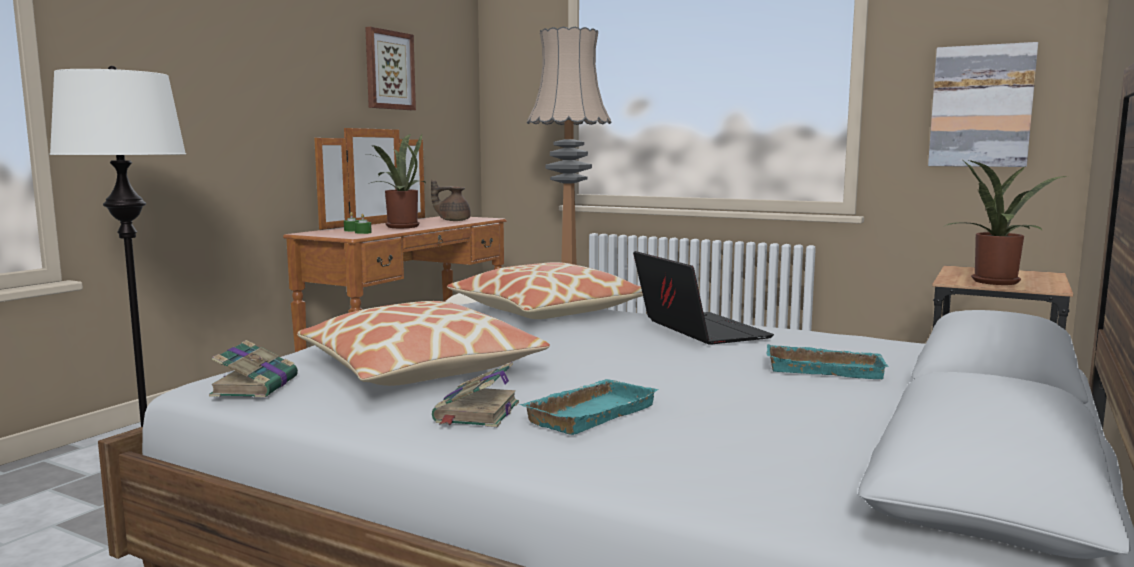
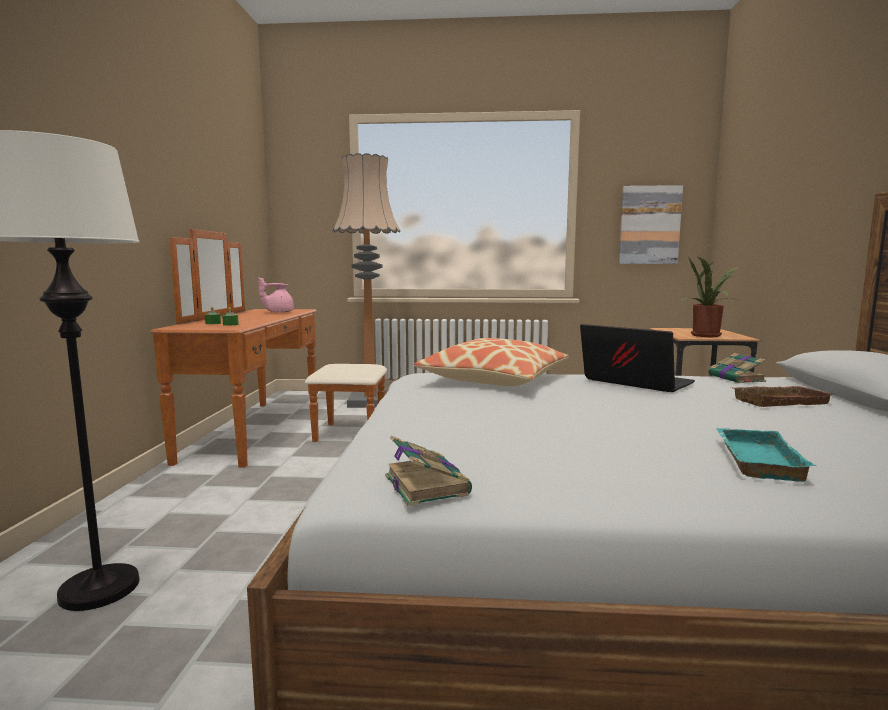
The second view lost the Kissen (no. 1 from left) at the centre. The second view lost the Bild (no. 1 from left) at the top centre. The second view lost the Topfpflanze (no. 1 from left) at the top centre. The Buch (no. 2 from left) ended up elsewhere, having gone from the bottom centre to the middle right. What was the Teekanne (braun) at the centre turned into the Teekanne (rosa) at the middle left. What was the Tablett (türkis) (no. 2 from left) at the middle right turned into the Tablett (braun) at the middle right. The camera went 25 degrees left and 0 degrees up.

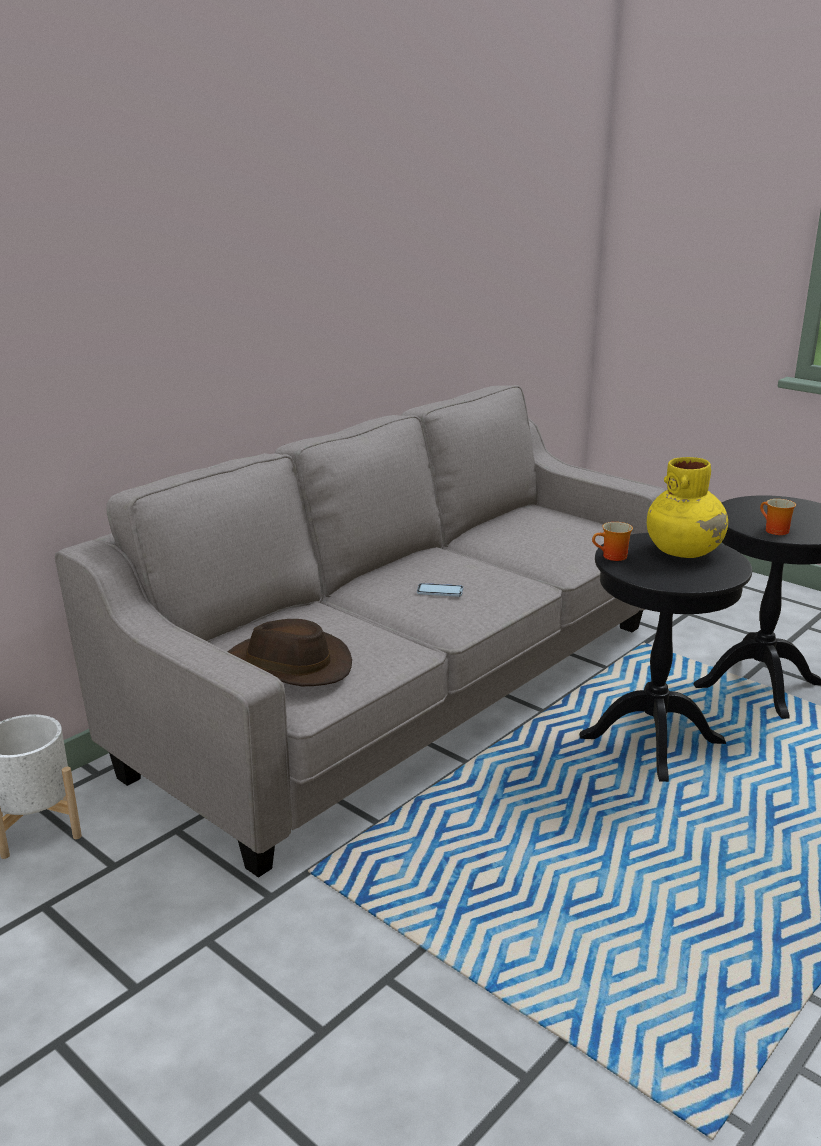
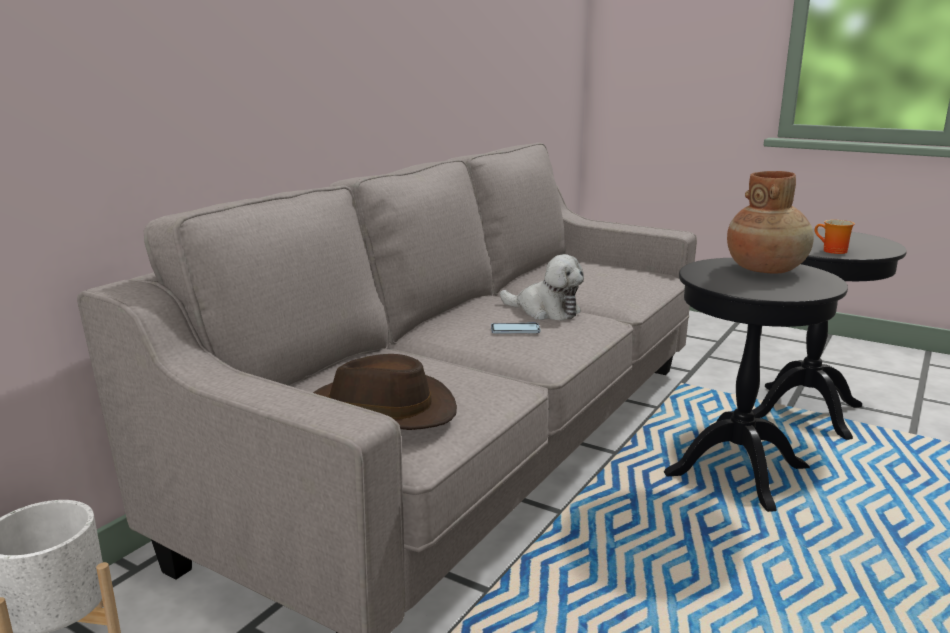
The second view lost the Henkelbecher (no. 1 from left) at the middle right. The second view gained the Plüschtier at the centre. What was the Vase (gelb) at the middle right turned into the Vase (braun) at the middle right. The camera went 10 degrees left and 5 degrees down.

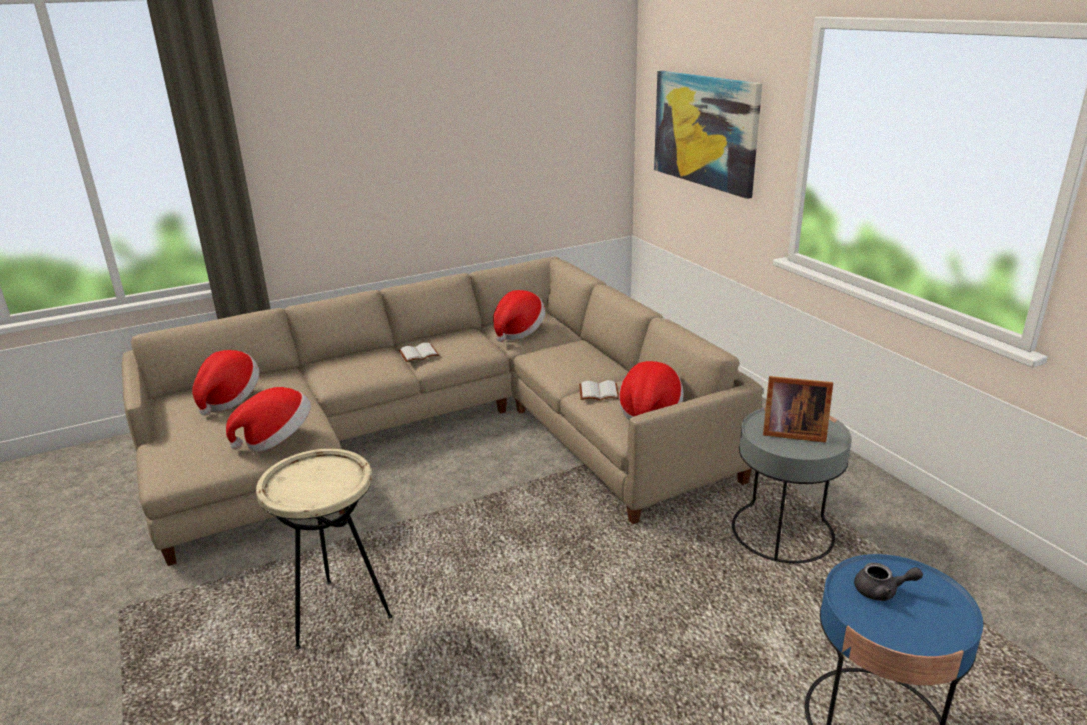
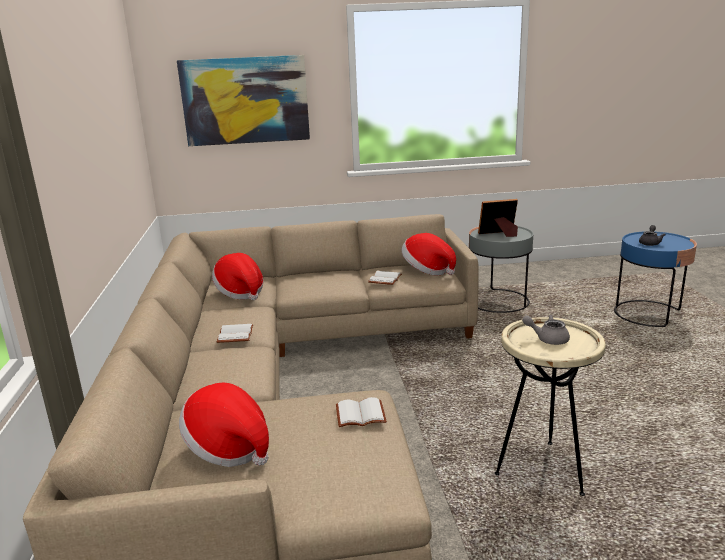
The second view gained the Teekanne (grau) (no. 1 from left) at the middle right. Where the Hut (no. 2 from left) stood at the middle left, the Buch (weiß) (no. 2 from left) came to stand at the bottom centre. The Bilderrahmen at the middle right ended up facing another way, 135 degrees counterclockwise from before. The camera went 70 degrees left and 5 degrees down.

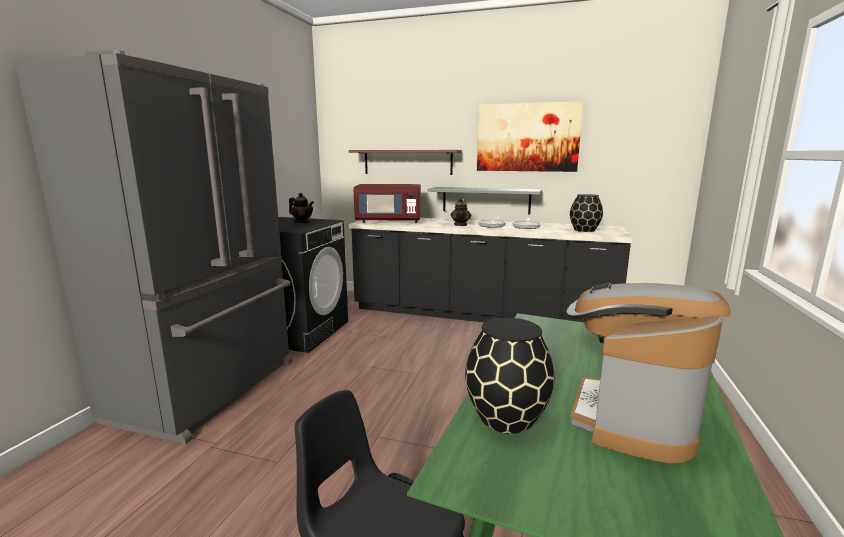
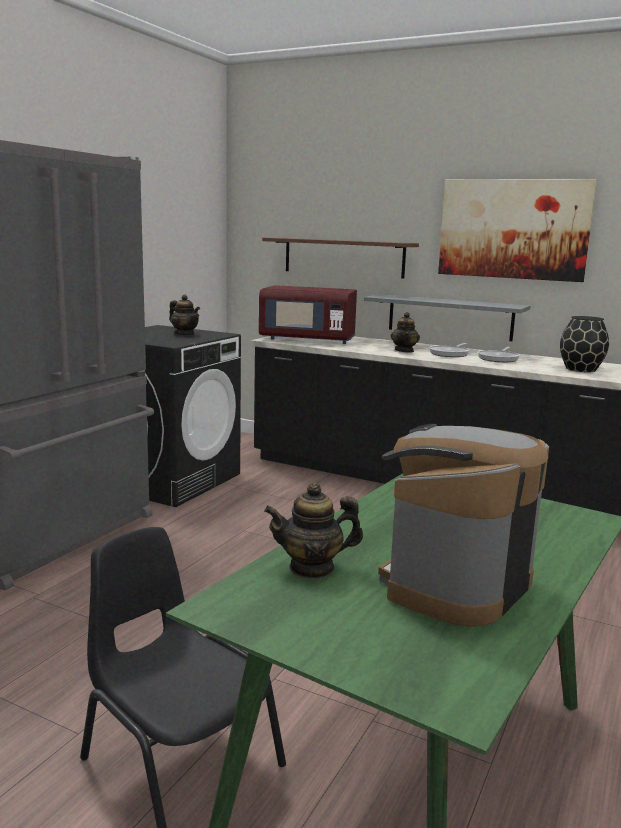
Where the Vase (schwarz) (no. 1 from left) stood at the bottom centre, the Teekanne (no. 2 from left) came to stand at the centre. The camera went 10 degrees right and 0 degrees up.

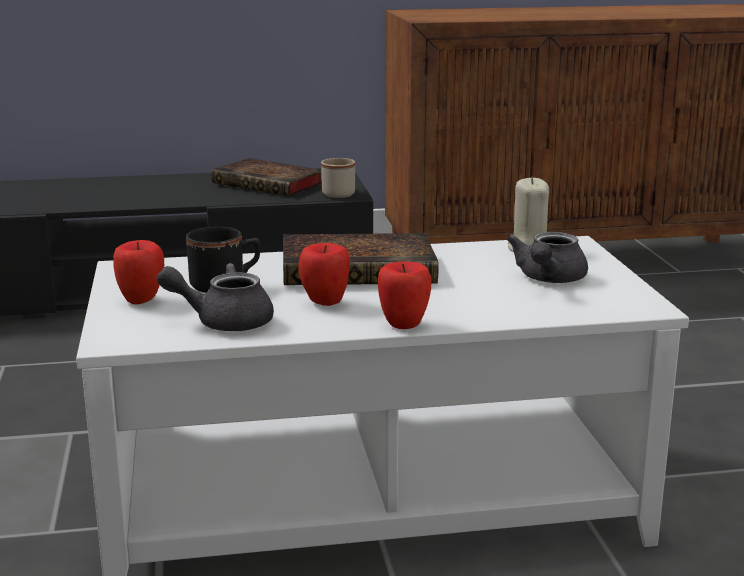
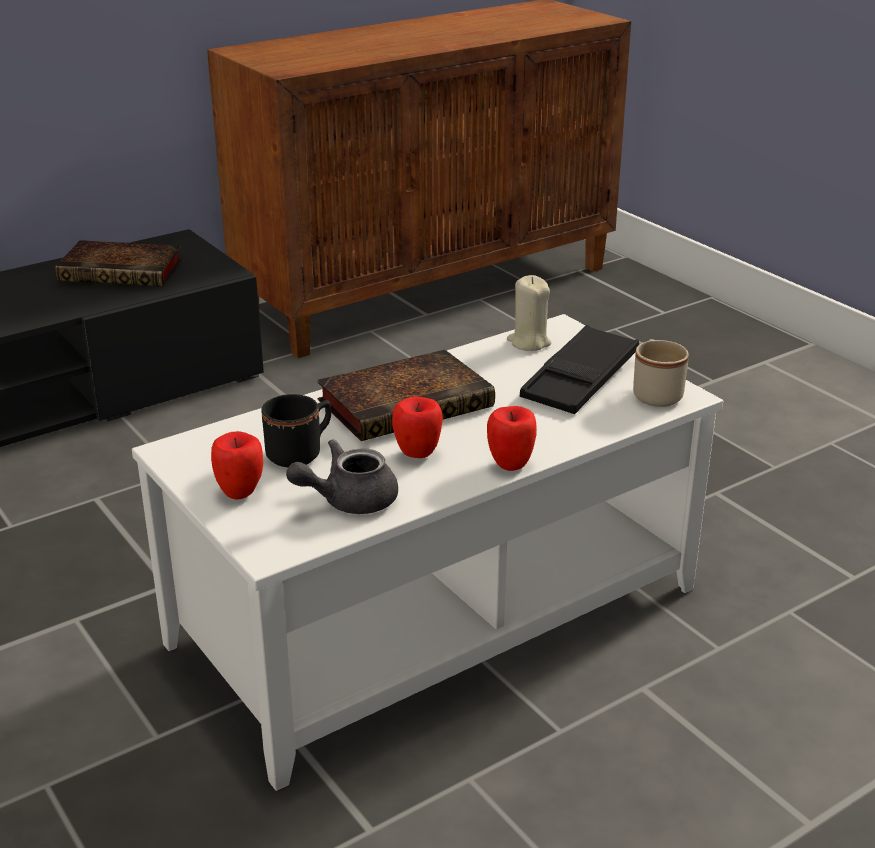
The Henkelbecher (beige) ended up elsewhere, having gone from the top centre to the middle right. Where the Teekanne (grau) (no. 2 from left) stood at the middle right, the Tablett (schwarz) came to stand at the centre. The camera went 25 degrees left and 10 degrees up.

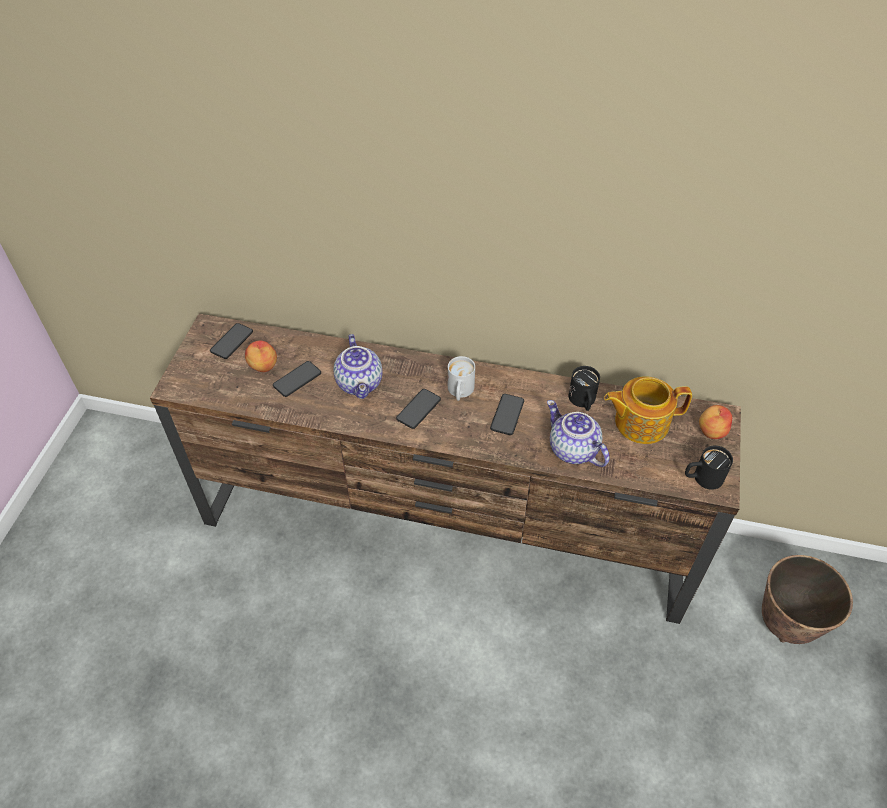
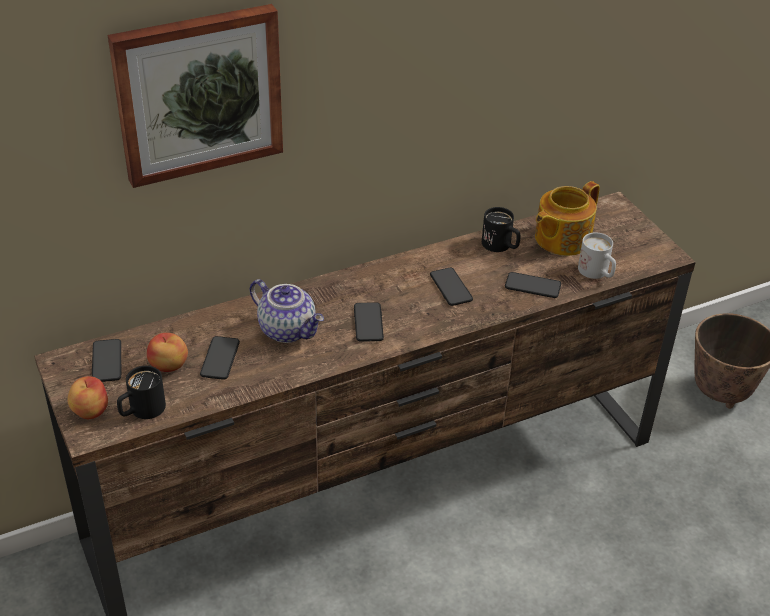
The second view gained the Bild at the top left. The Henkelbecher (weiß) ended up elsewhere, having gone from the centre to the middle right. The Henkelbecher (schwarz) (no. 2 from left in the first image) ended up elsewhere, having gone from the middle right to the middle left. The Apfel (no. 2 from left in the first image) ended up elsewhere, having gone from the middle right to the middle left. Where the Teekanne (no. 2 from left) stood at the centre, the Handy (no. 5 from left) came to stand at the middle right. The camera went 40 degrees left and 10 degrees down.

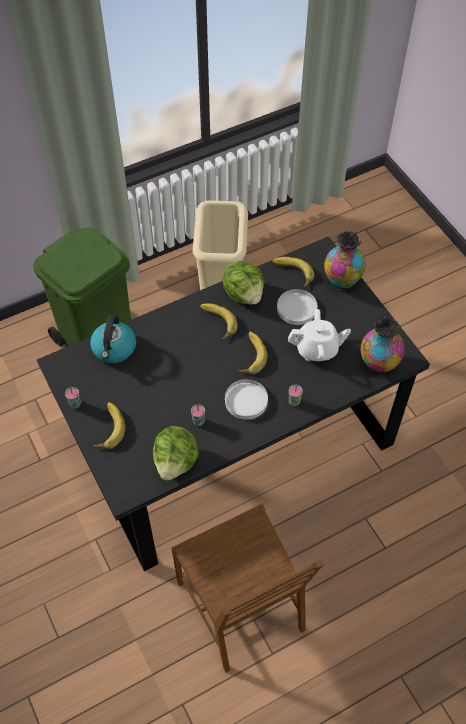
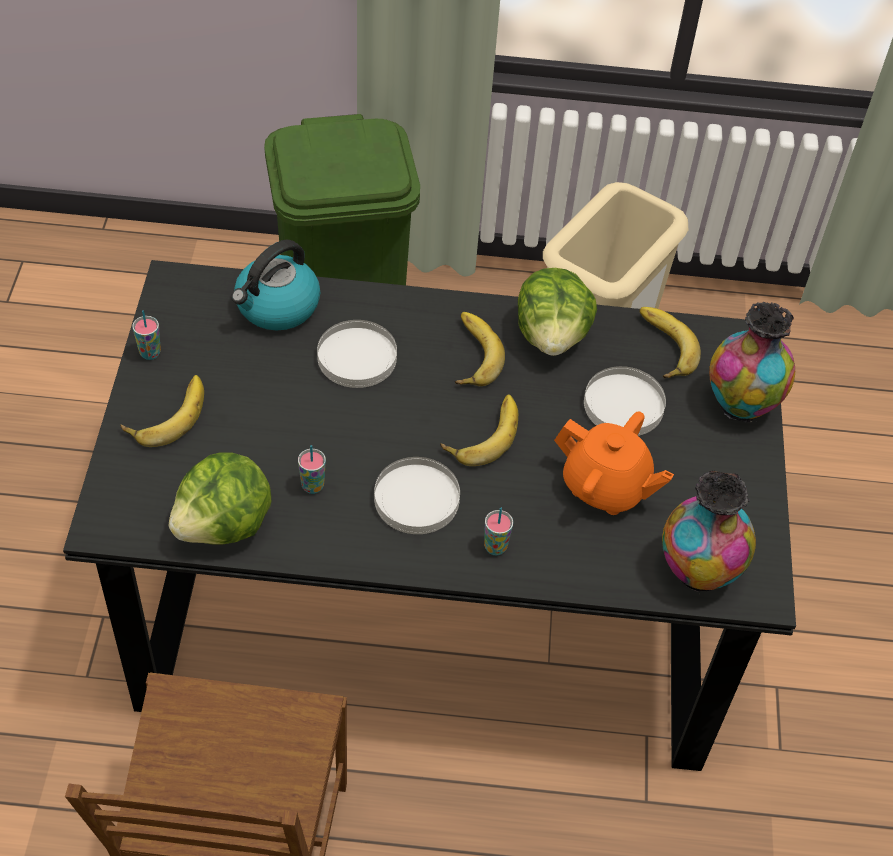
The second view gained the Teller (weiß) (no. 1 from left) at the centre. What was the Teekanne (weiß) at the middle right turned into the Teekanne (orange) at the middle right. The camera went 30 degrees right and 5 degrees down.

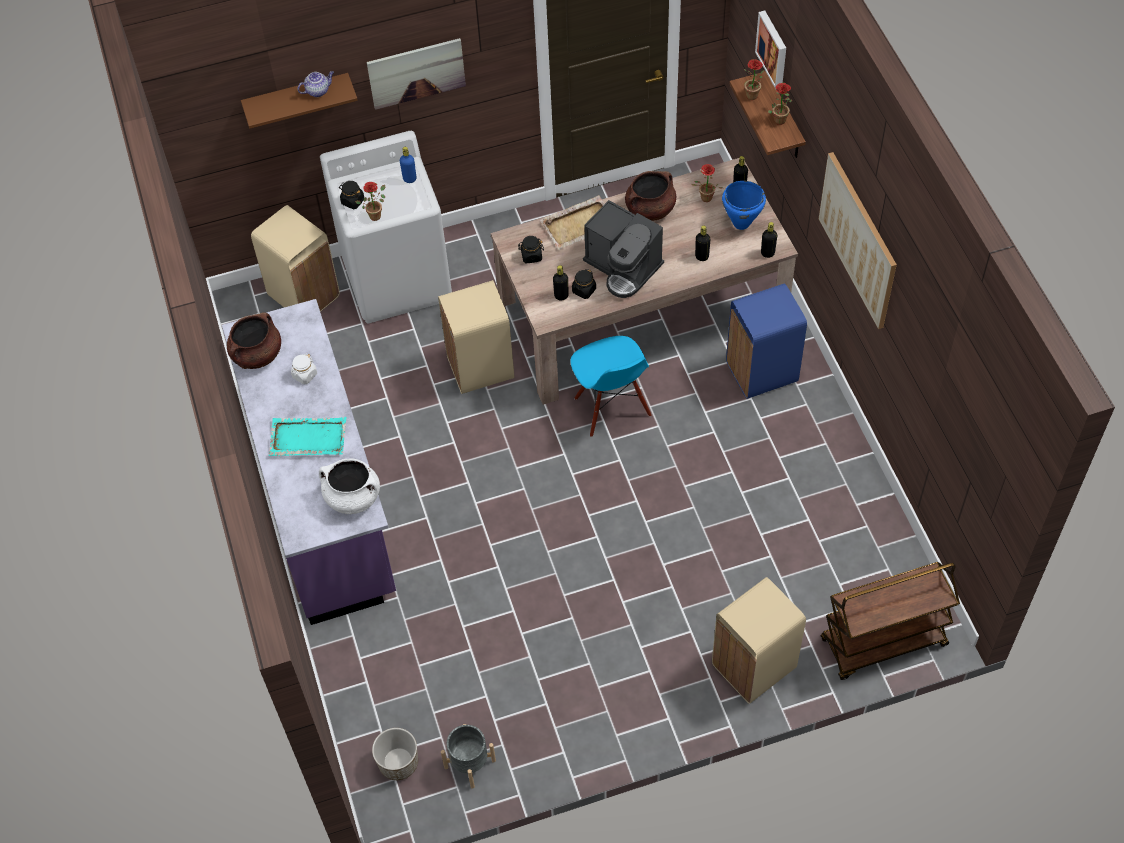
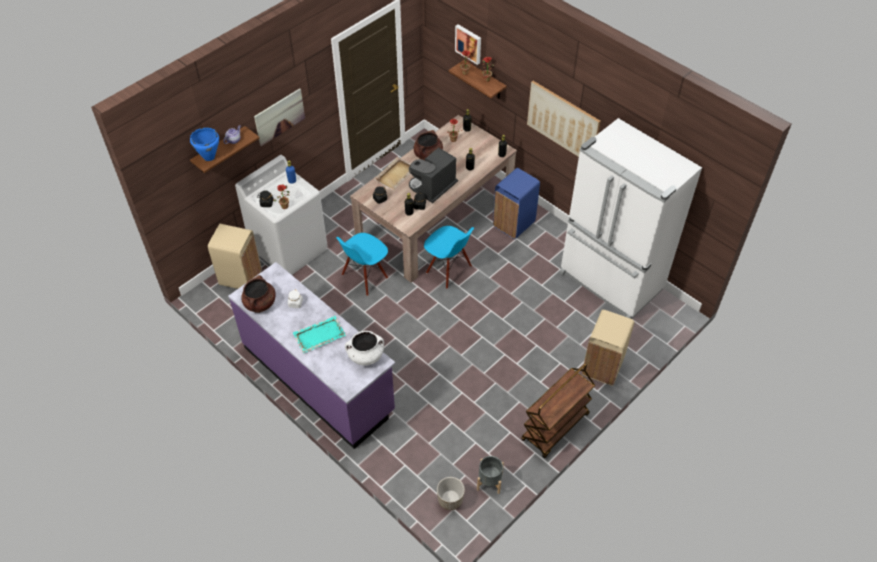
The second view gained the Kühlschrank (weiß) at the middle right. The Kochtopf (blau) ended up elsewhere, having gone from the top centre to the top left. The Rollwagen (braun) ended up elsewhere, having gone from the bottom right to the bottom centre. Where the Mülleimer (beige) (no. 2 from left) stood at the centre, the Stuhl (blau) (no. 1 from left) came to stand at the centre. The Kaffeemaschine at the top centre ended up facing another way, 120 degrees clockwise from before. The camera went 30 degrees left and 5 degrees down.

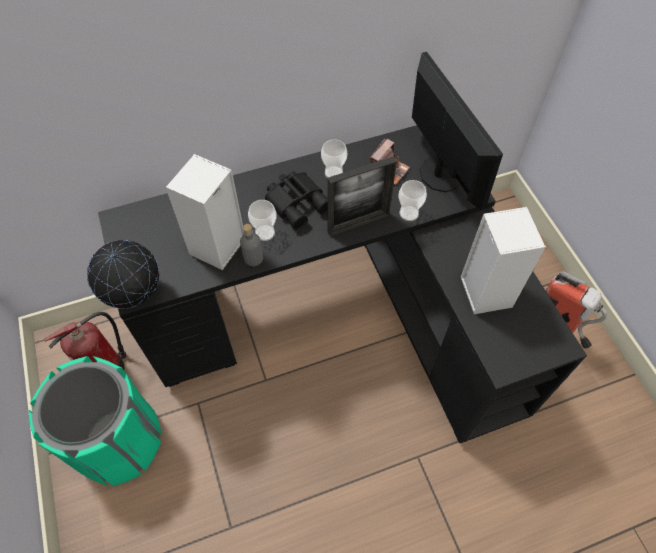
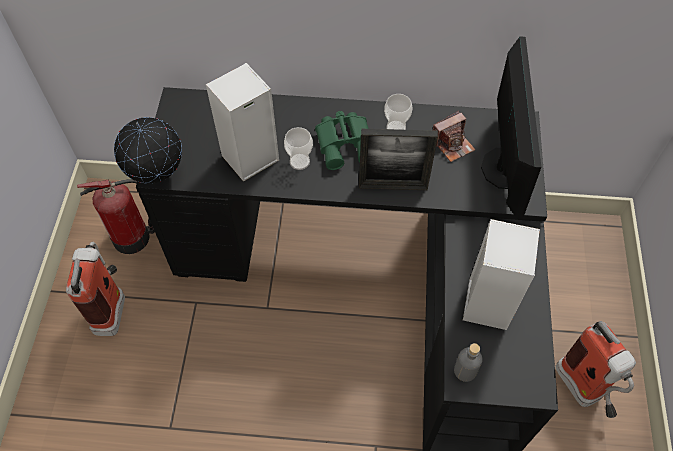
The second view lost the Tasse (no. 3 from left) at the centre. The Flasche (grau) ended up elsewhere, having gone from the centre to the bottom right. Where the Mülleimer (grün) stood at the bottom left, the Feuerlöscher (no. 1 from left) came to stand at the middle left. What was the Fernglas (schwarz) at the centre turned into the Fernglas (grün) at the top centre. The camera went 25 degrees right and 0 degrees up.

